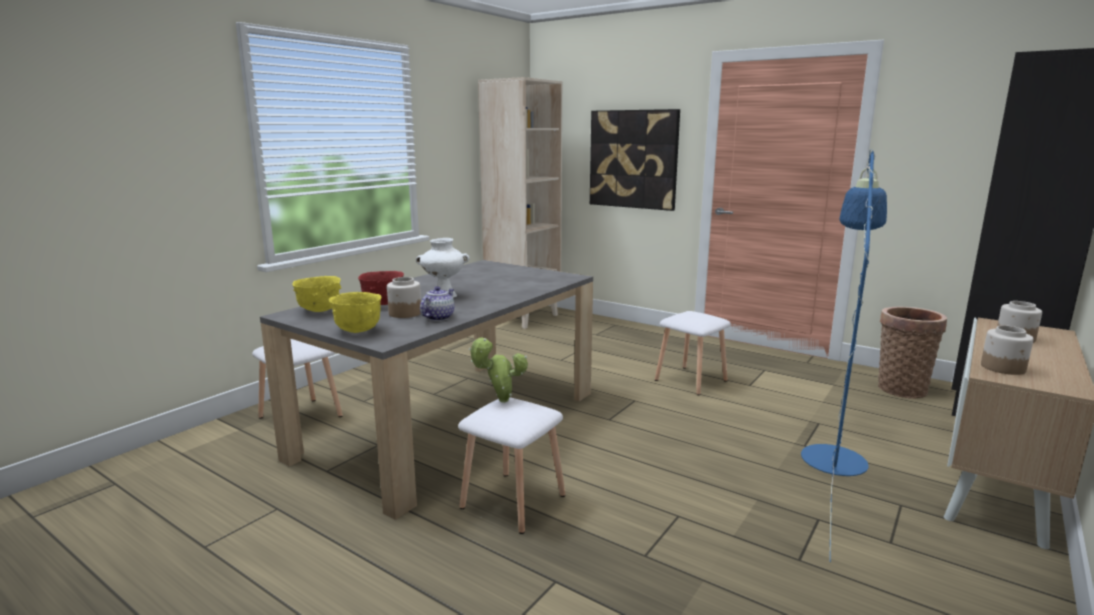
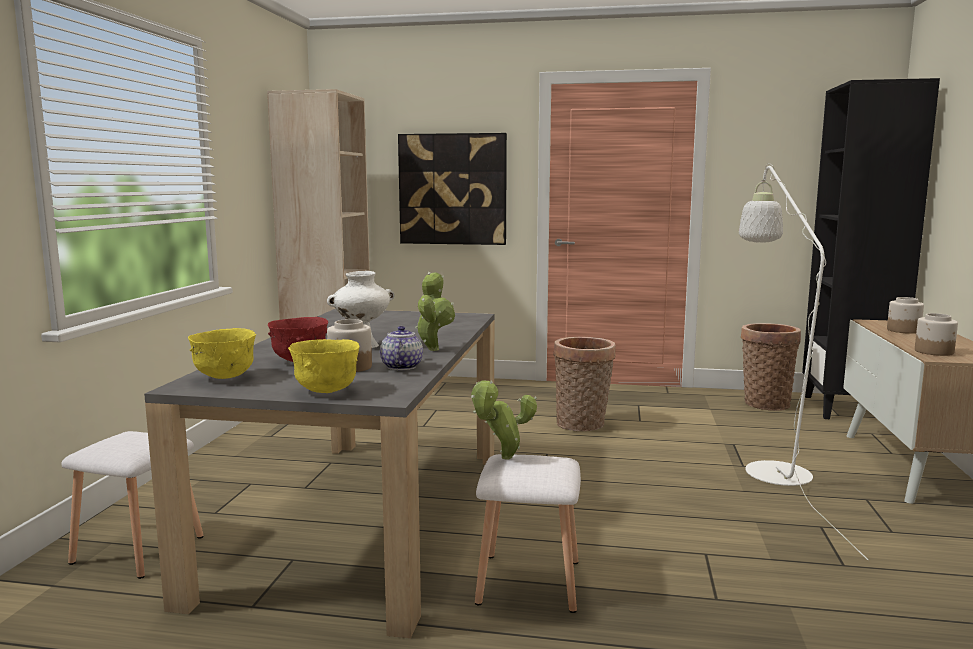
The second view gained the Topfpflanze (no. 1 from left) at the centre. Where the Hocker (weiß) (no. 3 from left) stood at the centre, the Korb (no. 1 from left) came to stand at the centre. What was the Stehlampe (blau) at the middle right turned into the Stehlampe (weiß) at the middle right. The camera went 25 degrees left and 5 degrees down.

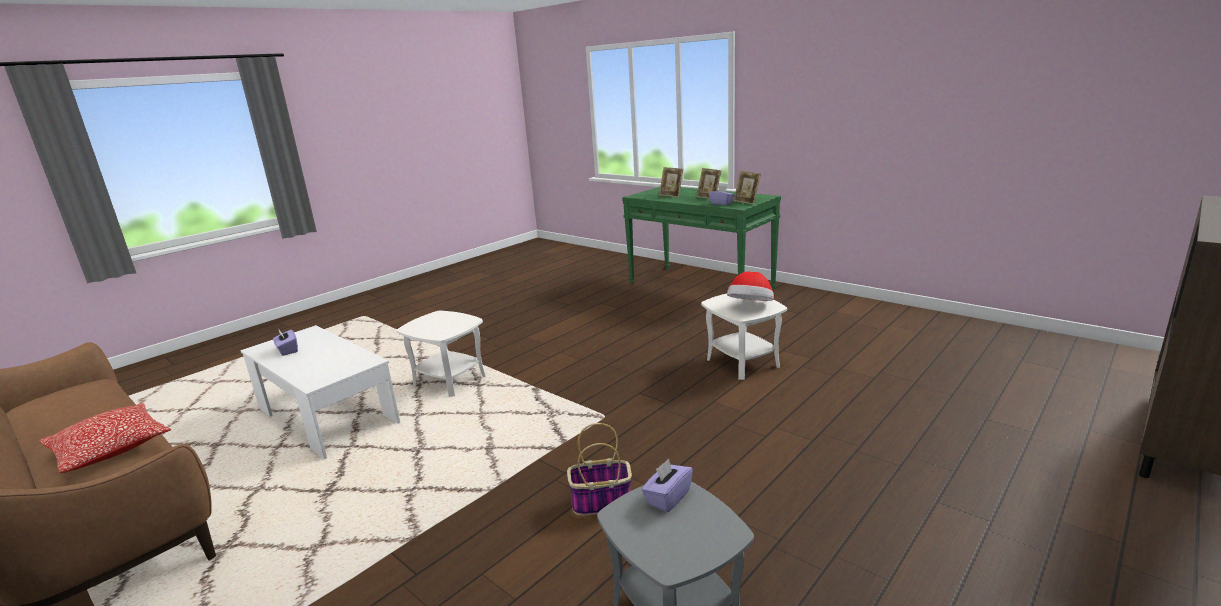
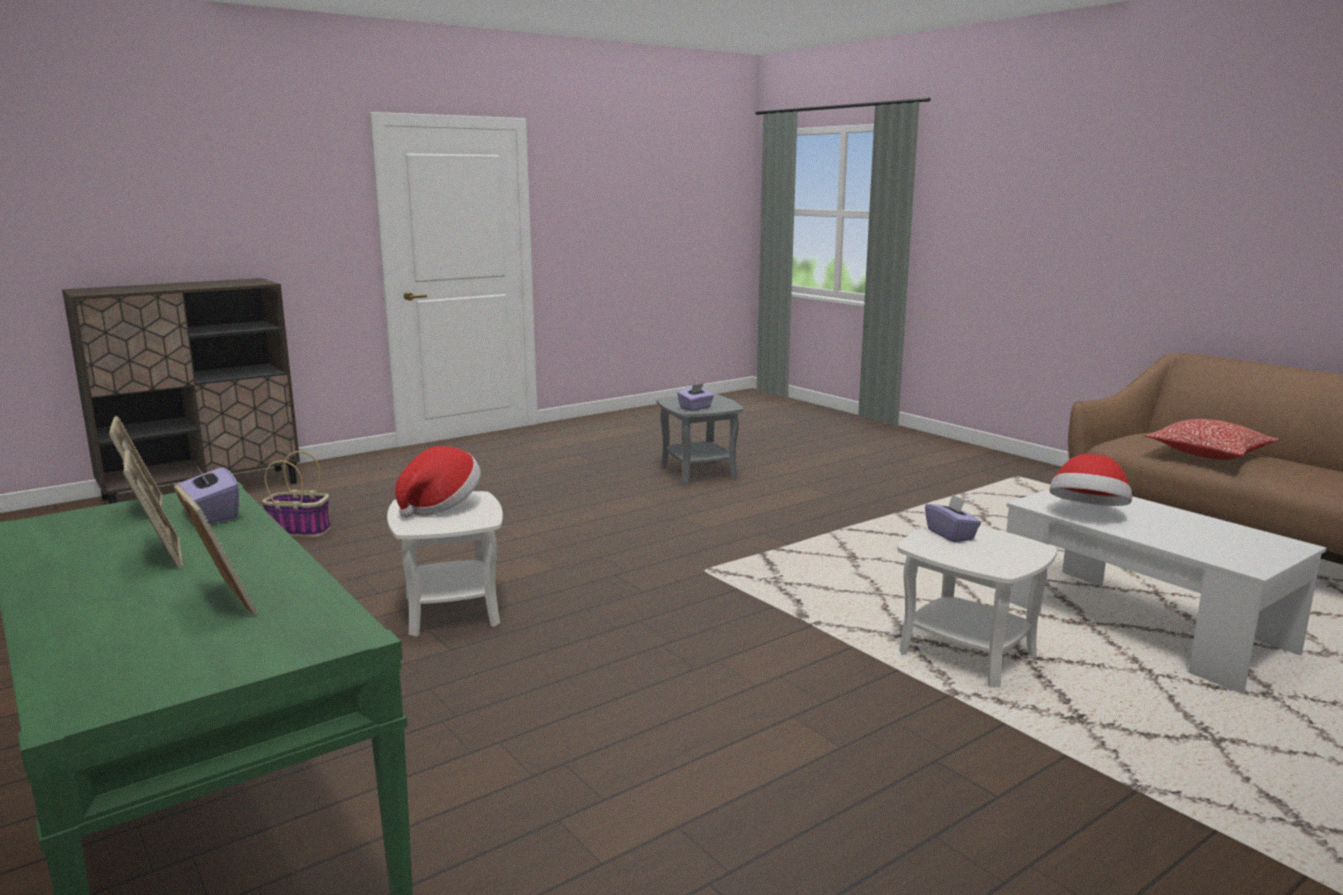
The second view gained the Hut (no. 2 from left) at the middle right. The Taschentuchbox (lila) (no. 1 from left in the first image) ended up elsewhere, having gone from the middle left to the middle right. The Korb ended up elsewhere, having gone from the bottom centre to the middle left. The camera went 170 degrees left and 5 degrees down.

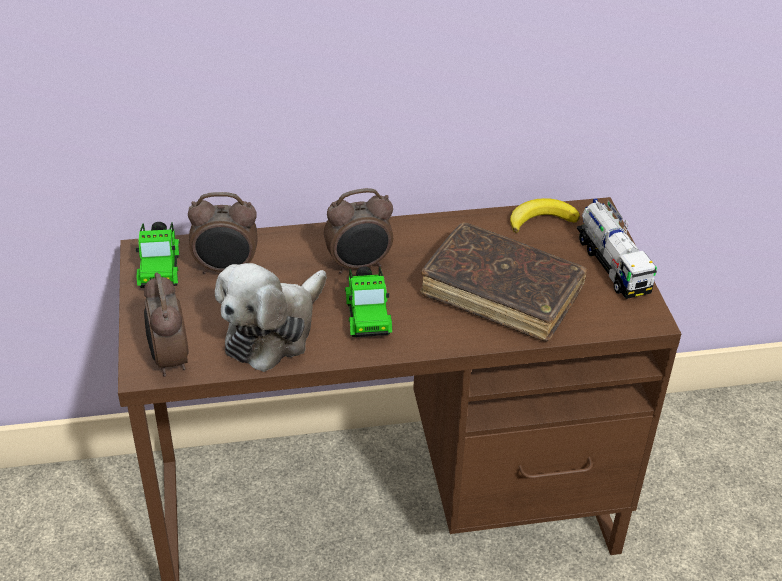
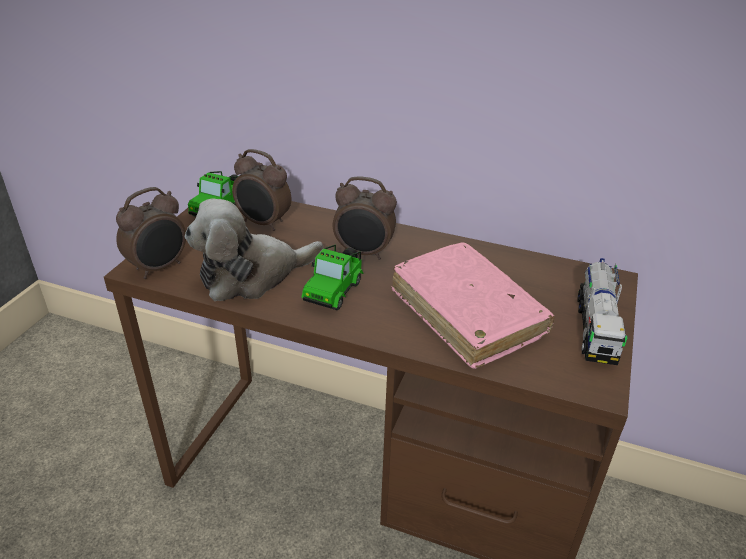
The second view lost the Banane at the middle right. What was the Buch (braun) at the centre turned into the Buch (rosa) at the centre. The Wecker (no. 1 from left) at the middle left ended up facing another way, 150 degrees counterclockwise from before. The camera went 30 degrees right and 5 degrees down.

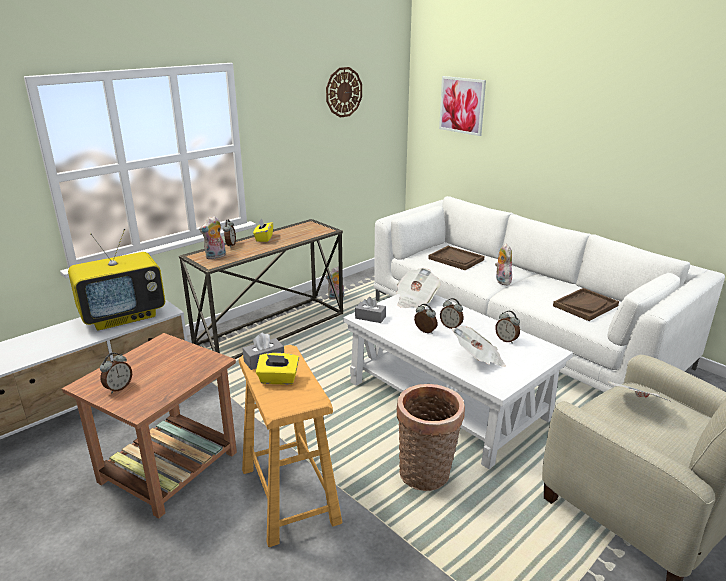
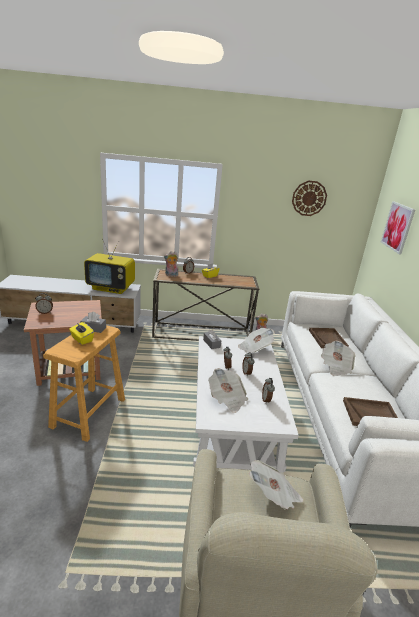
The second view lost the Korb at the bottom centre. Where the Plüschtier (no. 3 from left) stood at the middle right, the Zeitung (no. 4 from left) came to stand at the middle right. The camera went 40 degrees right and 0 degrees up.

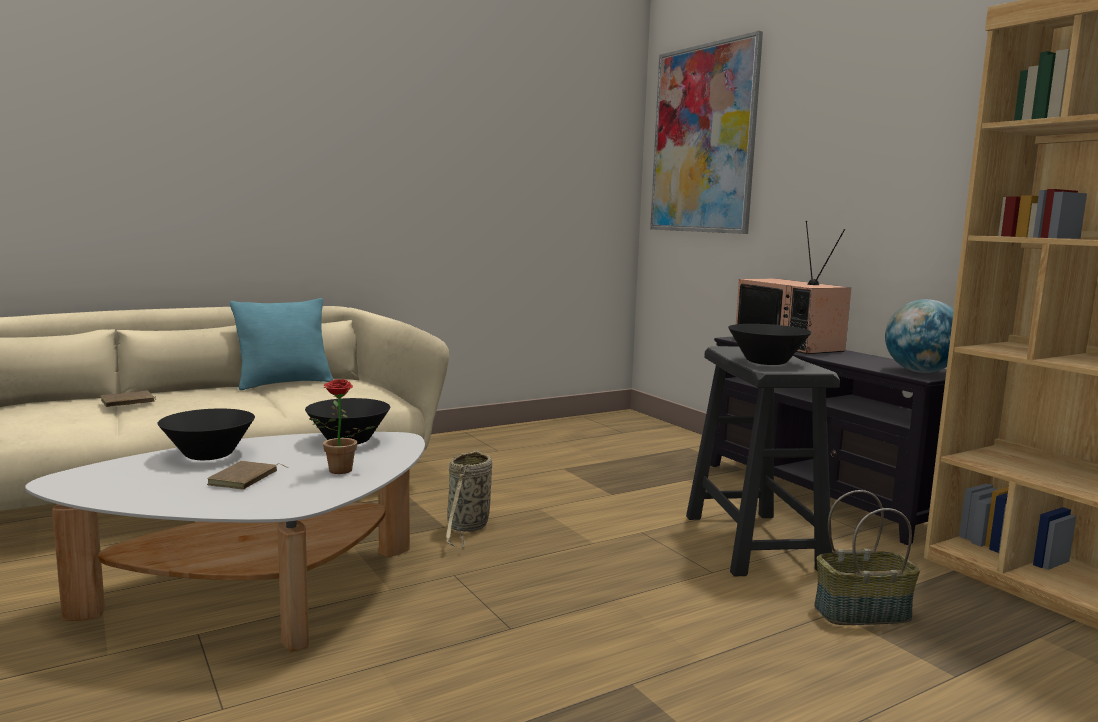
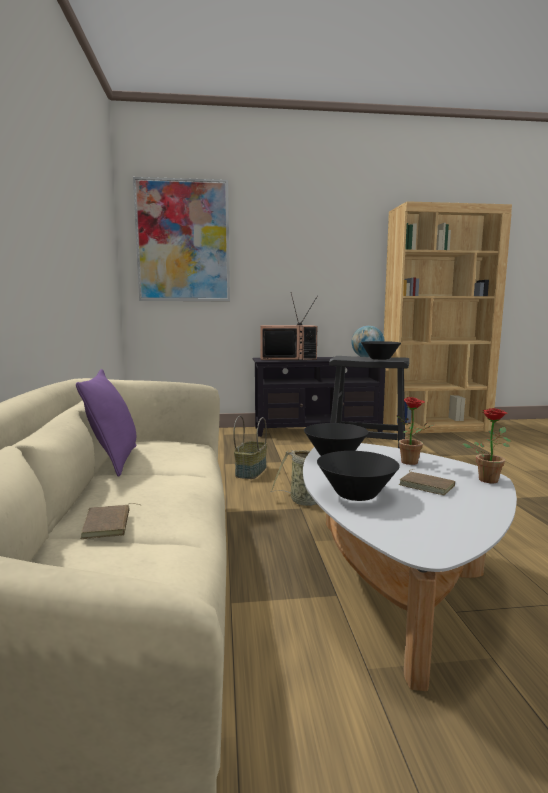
The second view gained the Topfpflanze (no. 2 from left) at the middle right. The Korb (no. 2 from left in the first image) ended up elsewhere, having gone from the bottom right to the centre. What was the Kissen (türkis) at the middle left turned into the Kissen (lila) at the middle left. The camera went 65 degrees left and 0 degrees up.

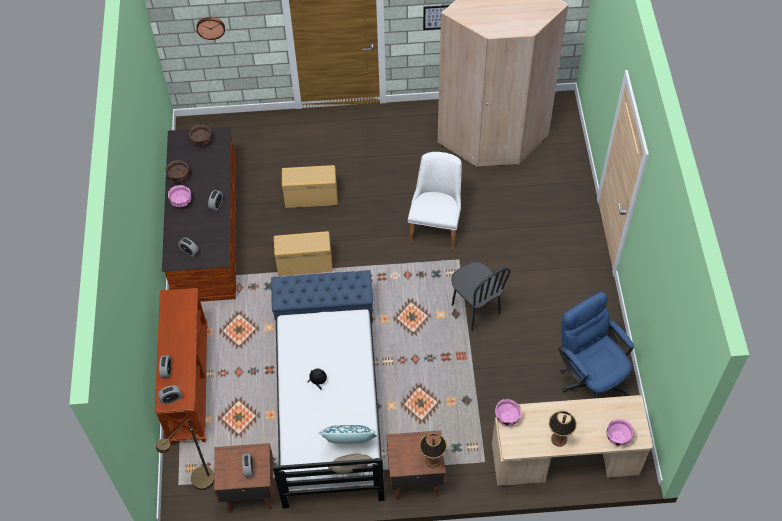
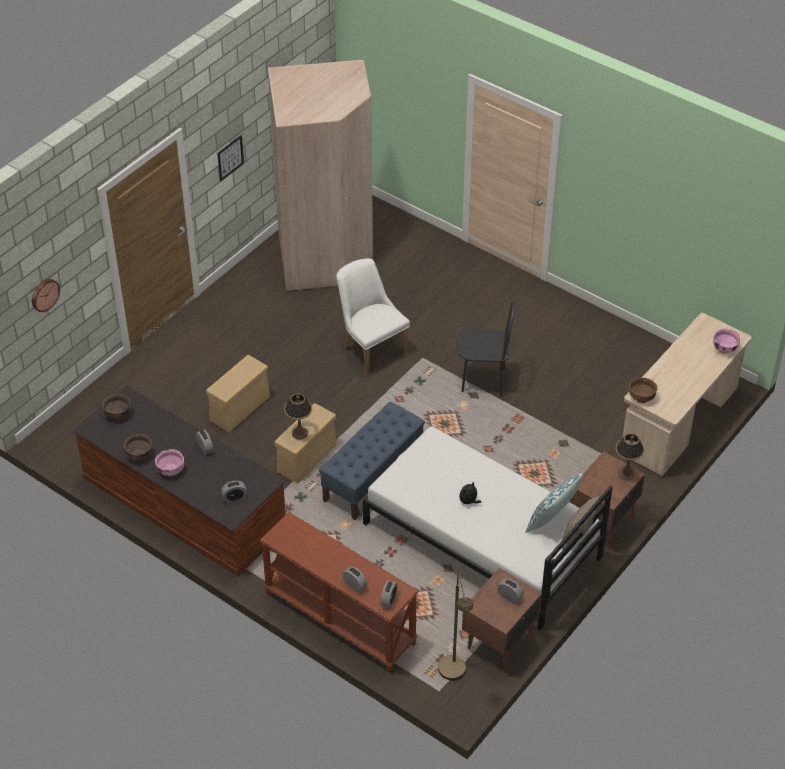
The second view lost the Bürostuhl (blau) at the middle right. The Tischlampe (no. 2 from left in the first image) ended up elsewhere, having gone from the bottom right to the centre. What was the Schüssel (rosa) (no. 2 from left) at the bottom centre turned into the Schüssel (braun) (no. 3 from left) at the middle right. The camera went 50 degrees left and 10 degrees down.

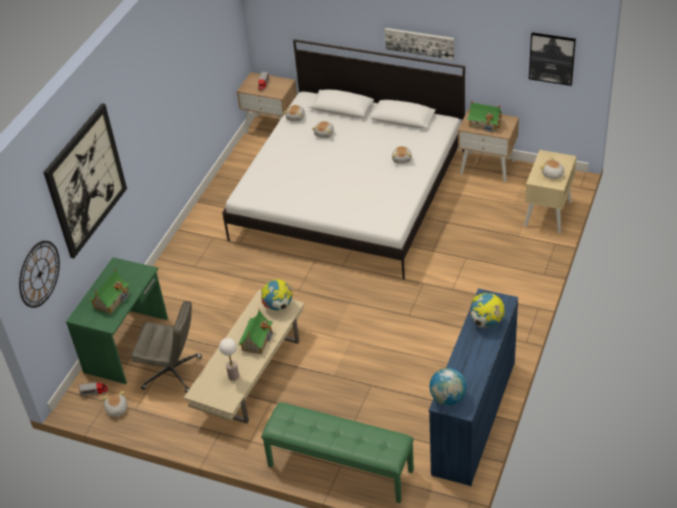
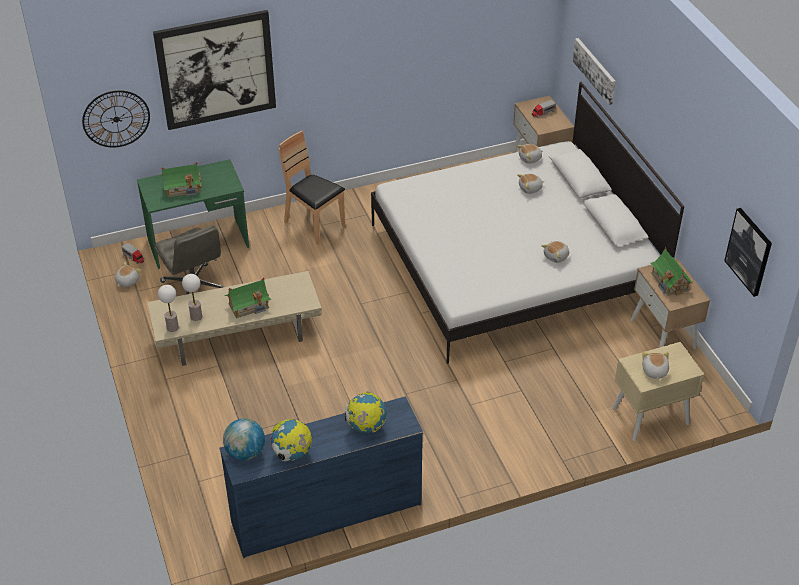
The second view lost the Bank (grün) at the bottom centre. The second view gained the Tischlampe (no. 1 from left) at the middle left. The second view gained the Stuhl (braun) at the top centre. The Globus (no. 1 from left in the first image) ended up elsewhere, having gone from the centre to the bottom centre. The Bild (no. 2 from left) ended up elsewhere, having gone from the top centre to the top right. The camera went 45 degrees right and 0 degrees up.

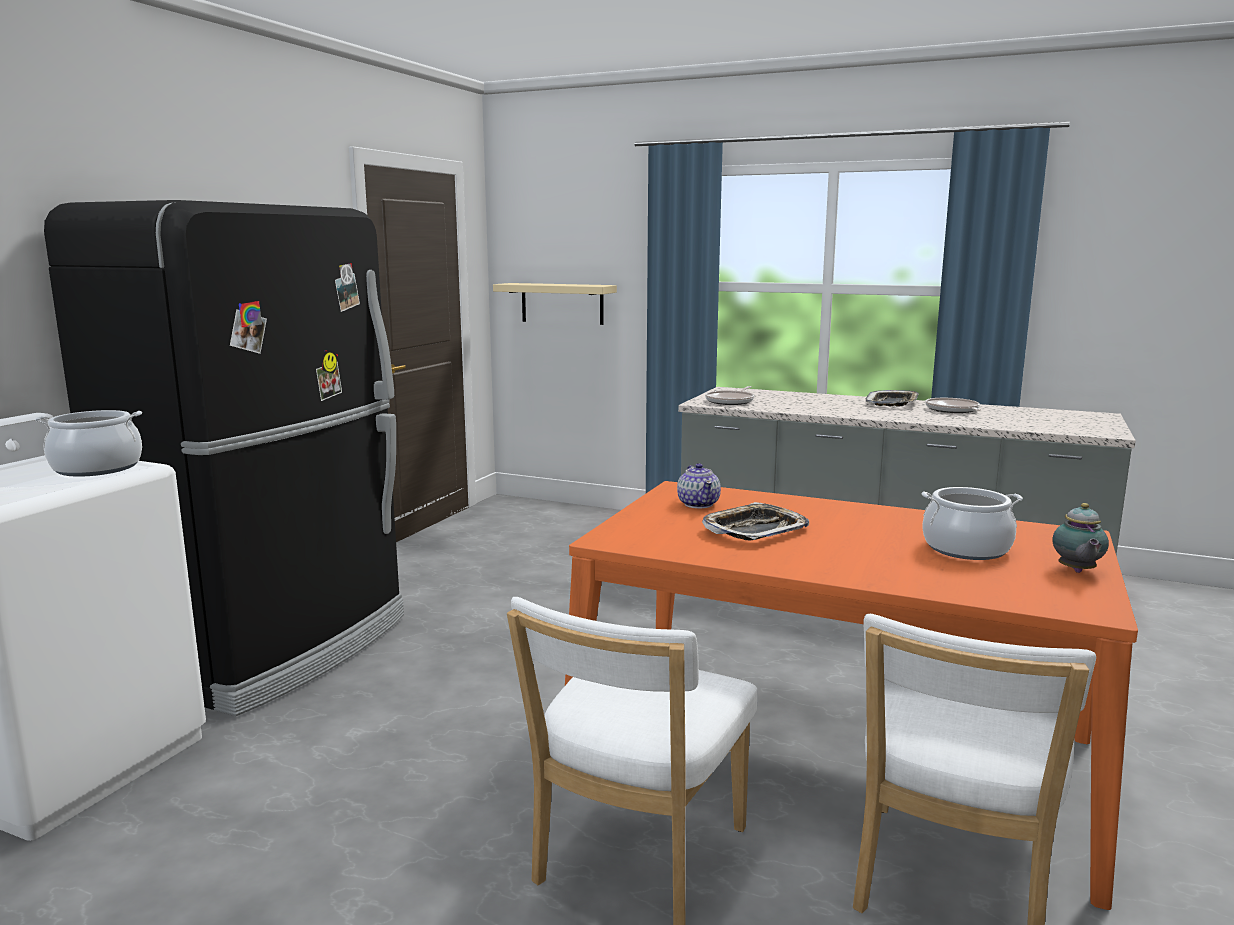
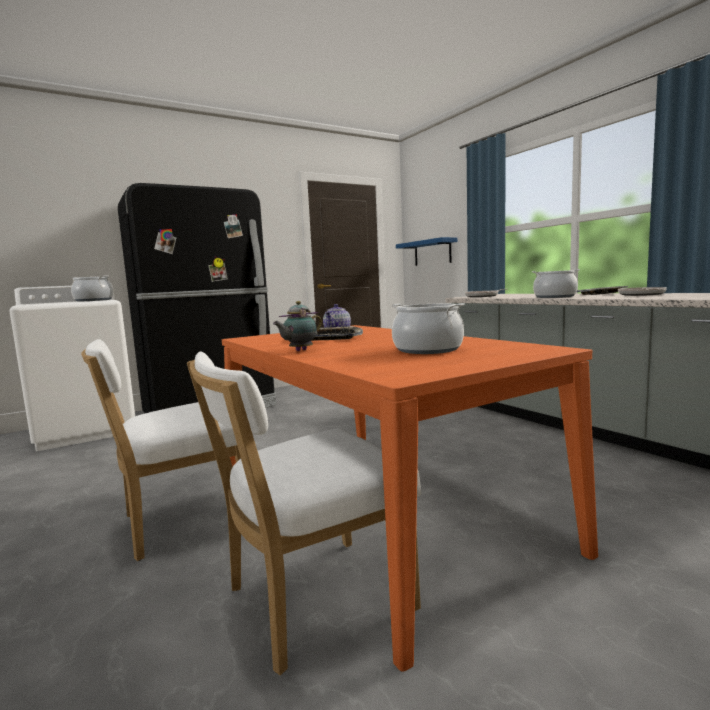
The second view gained the Kochtopf (no. 3 from left) at the middle right. The Teekanne (no. 2 from left in the first image) ended up elsewhere, having gone from the middle right to the centre. What was the Wandregal (beige) at the top centre turned into the Wandregal (blau) at the centre. The camera went 35 degrees right and 5 degrees down.

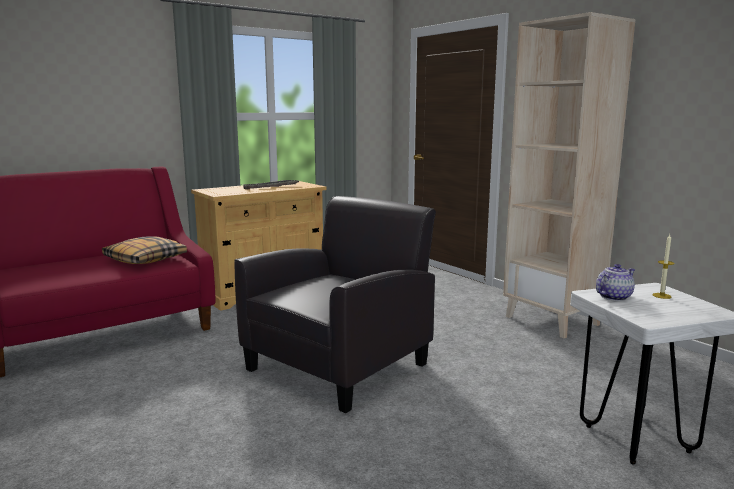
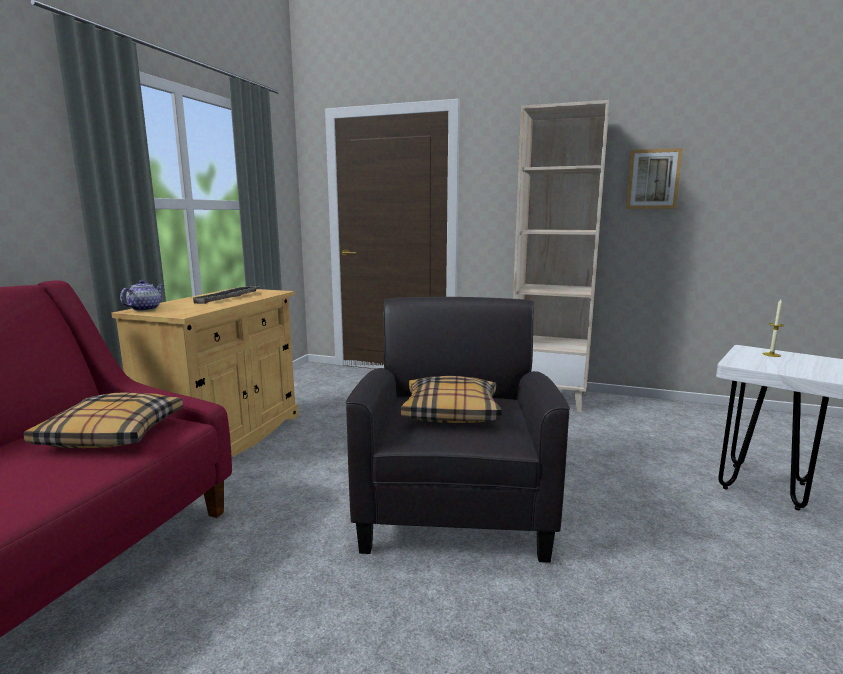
The second view gained the Kissen (no. 2 from left) at the centre. The second view gained the Bild at the top right. The Teekanne ended up elsewhere, having gone from the middle right to the middle left. The camera went 35 degrees left and 0 degrees up.

